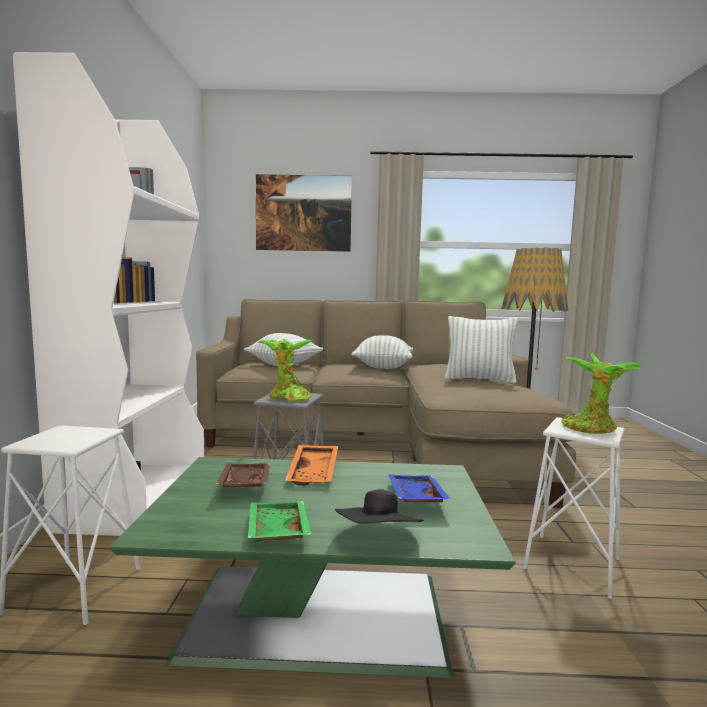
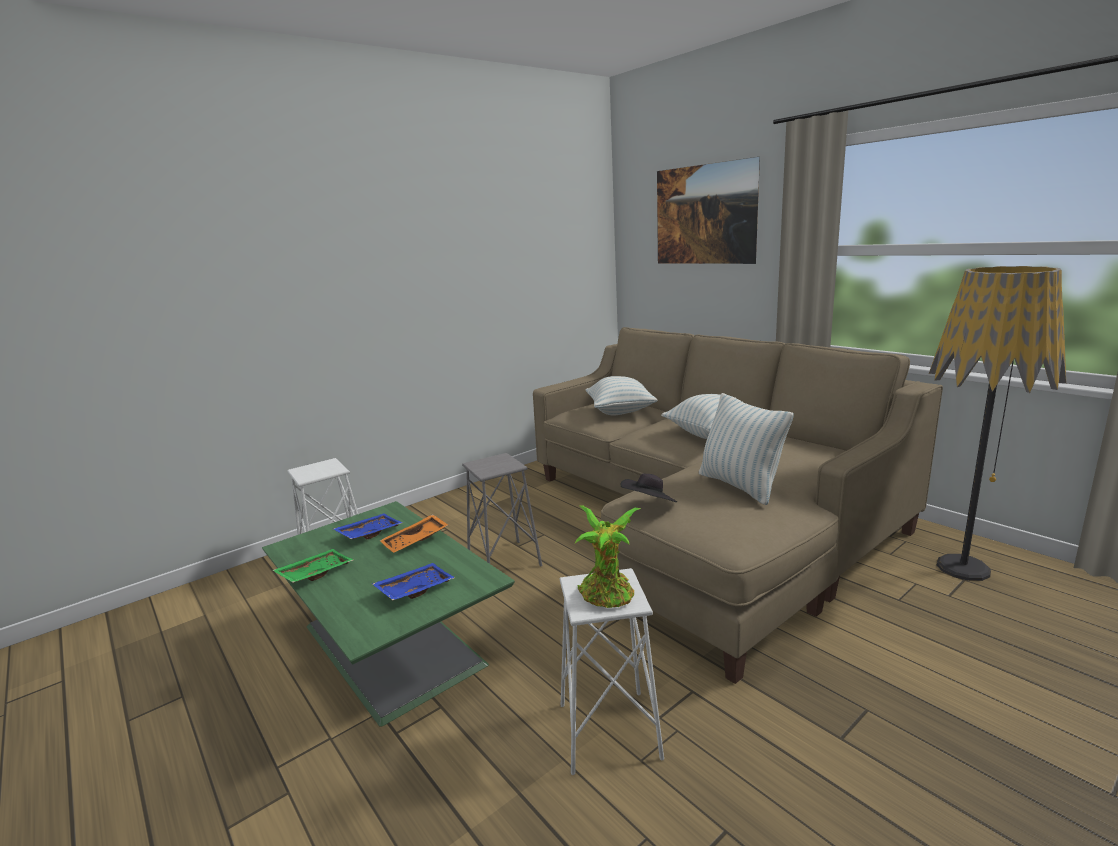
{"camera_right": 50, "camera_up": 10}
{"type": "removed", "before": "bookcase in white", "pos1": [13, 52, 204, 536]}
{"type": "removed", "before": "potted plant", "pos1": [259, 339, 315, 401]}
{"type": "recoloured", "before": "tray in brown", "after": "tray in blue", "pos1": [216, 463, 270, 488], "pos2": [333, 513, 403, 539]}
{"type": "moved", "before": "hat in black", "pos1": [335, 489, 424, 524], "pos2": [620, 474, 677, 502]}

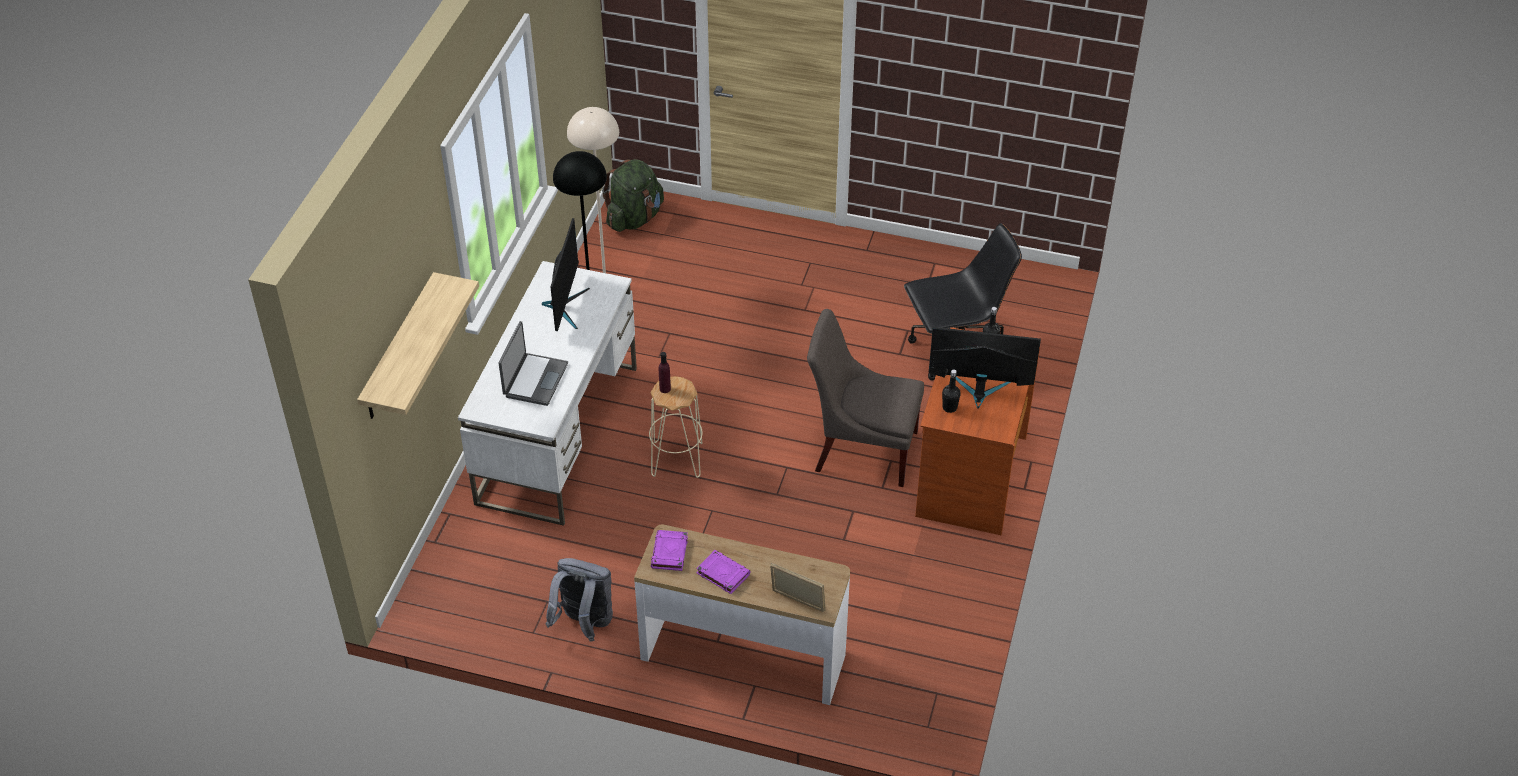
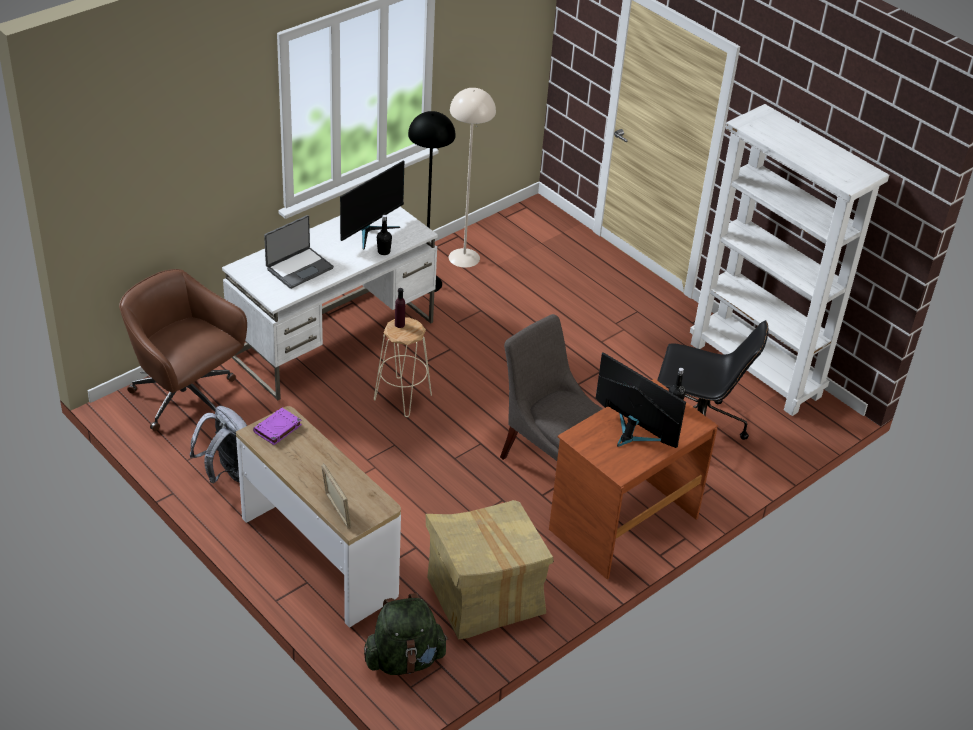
{"camera_right": 30, "camera_up": -5}
{"type": "moved", "before": "backpack in green", "pos1": [602, 159, 664, 232], "pos2": [364, 593, 448, 675]}
{"type": "removed", "before": "shelf", "pos1": [357, 272, 479, 419]}
{"type": "moved", "before": "bottle in black", "pos1": [942, 369, 961, 413], "pos2": [377, 215, 392, 255]}
{"type": "removed", "before": "book in purple", "pos1": [696, 550, 750, 594]}
{"type": "added", "after": "bookcase in white", "pos2": [690, 104, 889, 416]}
{"type": "added", "after": "office chair in brown", "pos2": [119, 269, 247, 431]}
{"type": "added", "after": "cardboard box", "pos2": [426, 500, 554, 639]}

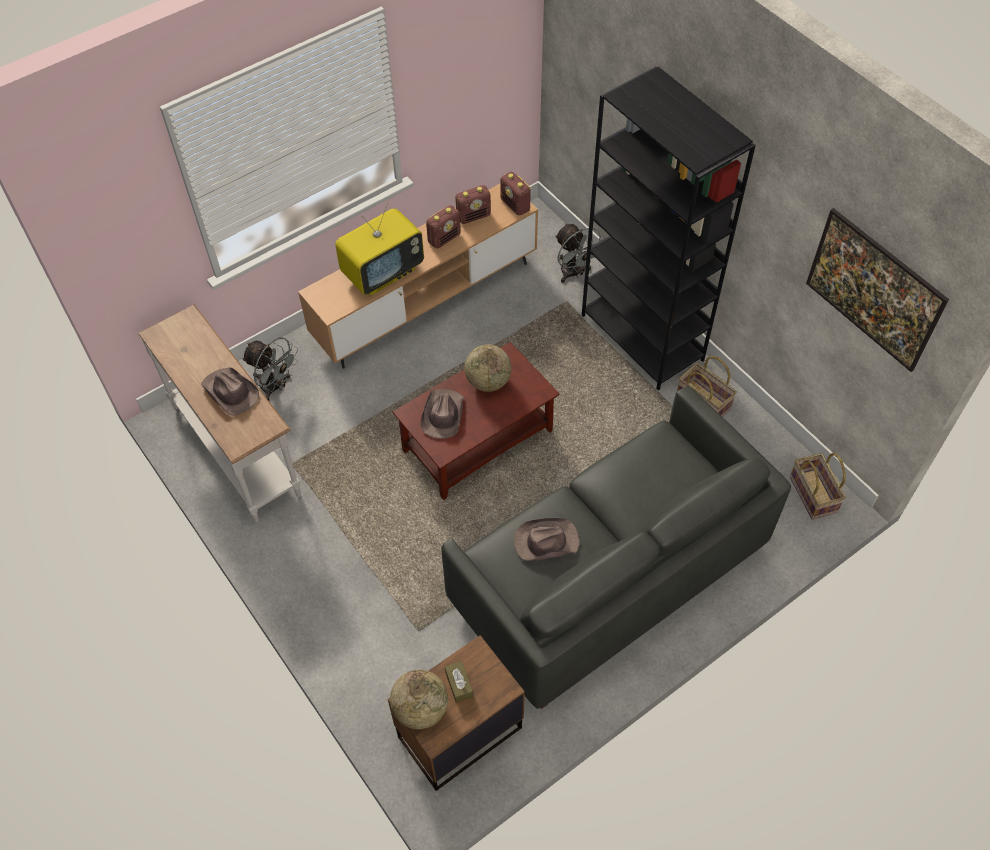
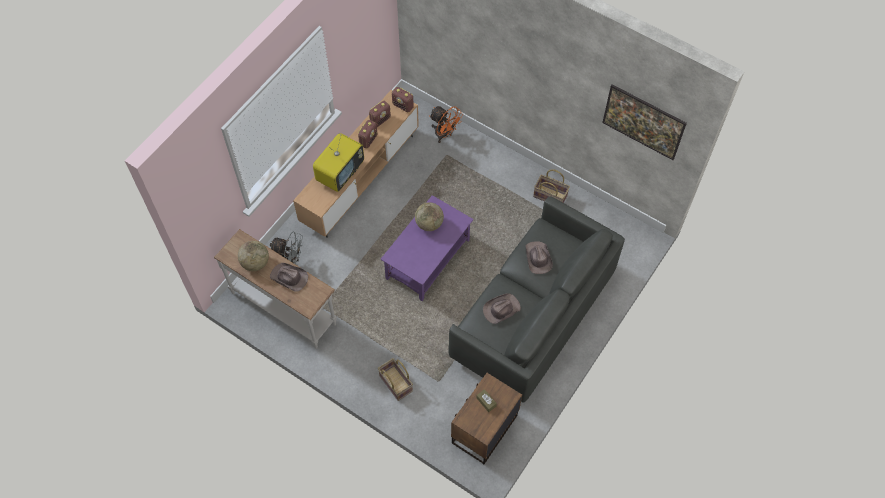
{"camera_right": -20, "camera_up": 5}
{"type": "removed", "before": "bookcase in black", "pos1": [582, 67, 756, 391]}
{"type": "recoloured", "before": "fan in grey", "after": "fan in orange", "pos1": [555, 223, 603, 283], "pos2": [430, 106, 463, 143]}
{"type": "recoloured", "before": "coffee table in brown", "after": "coffee table in purple", "pos1": [392, 342, 560, 500], "pos2": [381, 195, 474, 301]}
{"type": "moved", "before": "hat in brown", "pos1": [420, 389, 464, 439], "pos2": [525, 241, 553, 274]}
{"type": "moved", "before": "basket", "pos1": [790, 453, 846, 520], "pos2": [378, 358, 413, 401]}
{"type": "moved", "before": "globe", "pos1": [390, 670, 448, 729], "pos2": [238, 241, 269, 271]}

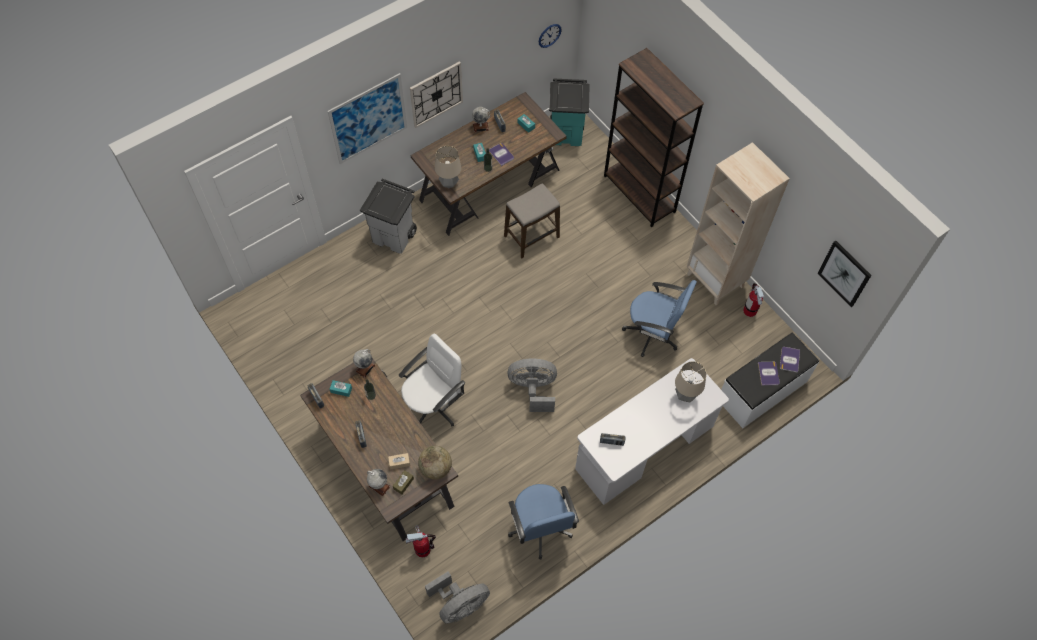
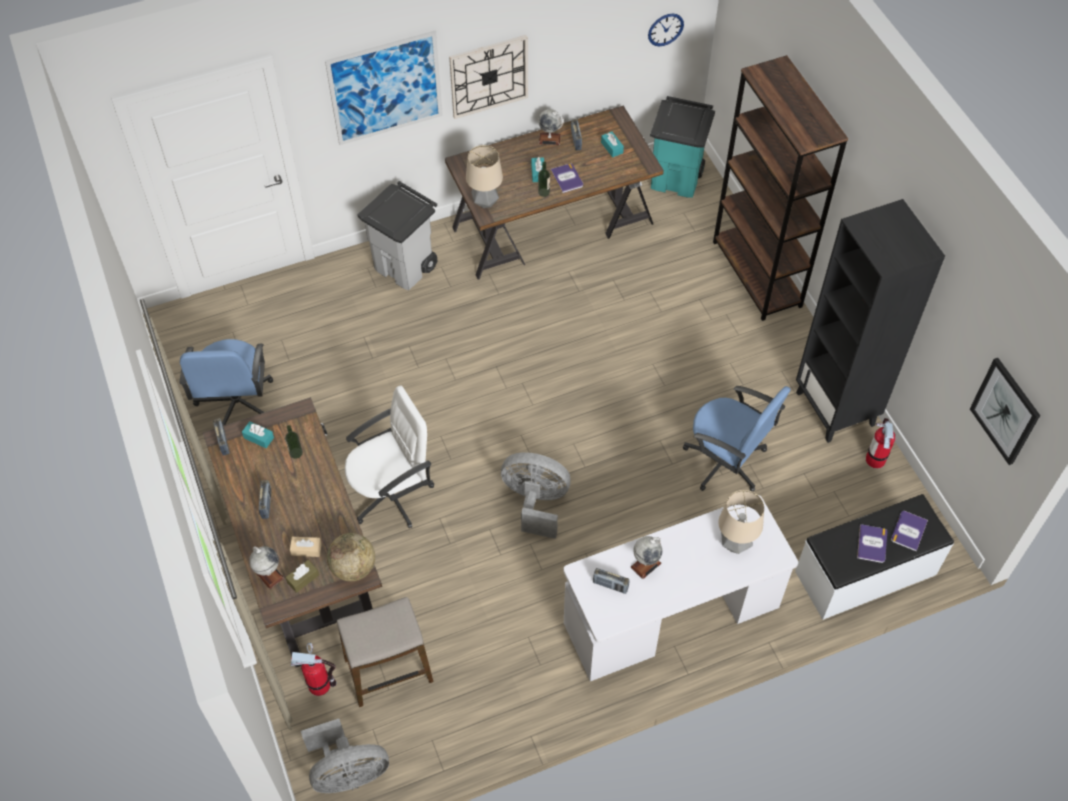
{"camera_right": 15, "camera_up": -5}
{"type": "recoloured", "before": "bookcase in beige", "after": "bookcase in black", "pos1": [687, 142, 790, 305], "pos2": [796, 199, 945, 443]}
{"type": "moved", "before": "stool", "pos1": [504, 183, 560, 258], "pos2": [337, 597, 433, 707]}
{"type": "moved", "before": "globe", "pos1": [353, 349, 375, 378], "pos2": [630, 536, 662, 579]}
{"type": "moved", "before": "office chair in blue", "pos1": [508, 484, 579, 559], "pos2": [180, 339, 273, 426]}

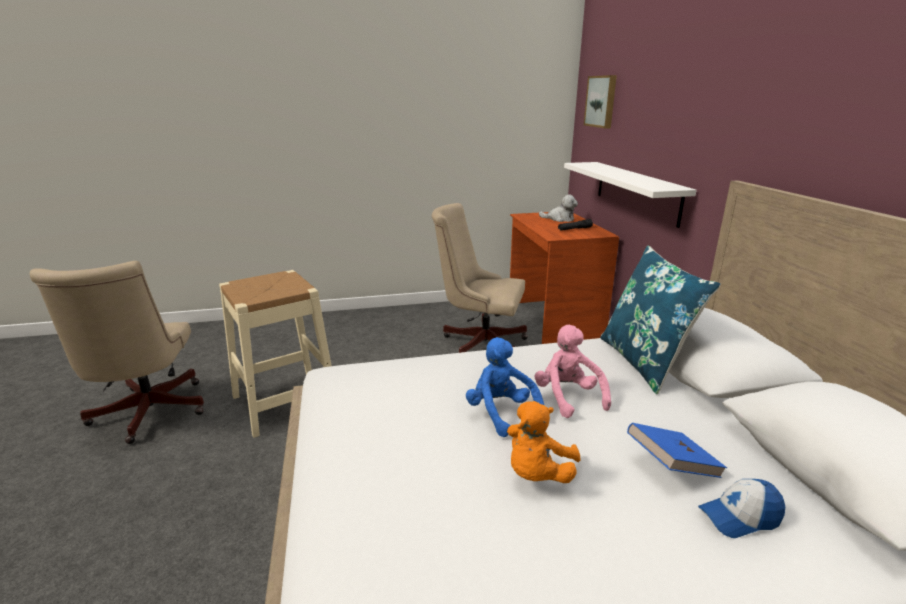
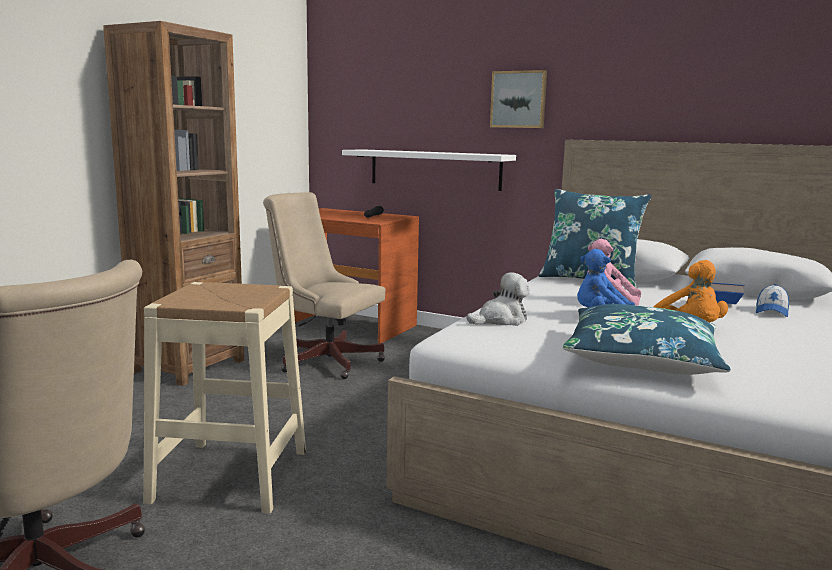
{"camera_right": -50, "camera_up": -10}
{"type": "moved", "before": "picture", "pos1": [584, 75, 617, 129], "pos2": [490, 70, 547, 128]}
{"type": "moved", "before": "plush toy", "pos1": [539, 194, 578, 222], "pos2": [466, 273, 530, 326]}
{"type": "turned", "before": "office chair in beige", "pos1": [432, 203, 528, 353], "pos2": [263, 192, 385, 379], "turn": 60}
{"type": "added", "after": "bookcase in brown", "pos2": [103, 21, 245, 386]}
{"type": "added", "after": "pillow in blue", "pos2": [563, 304, 731, 375]}

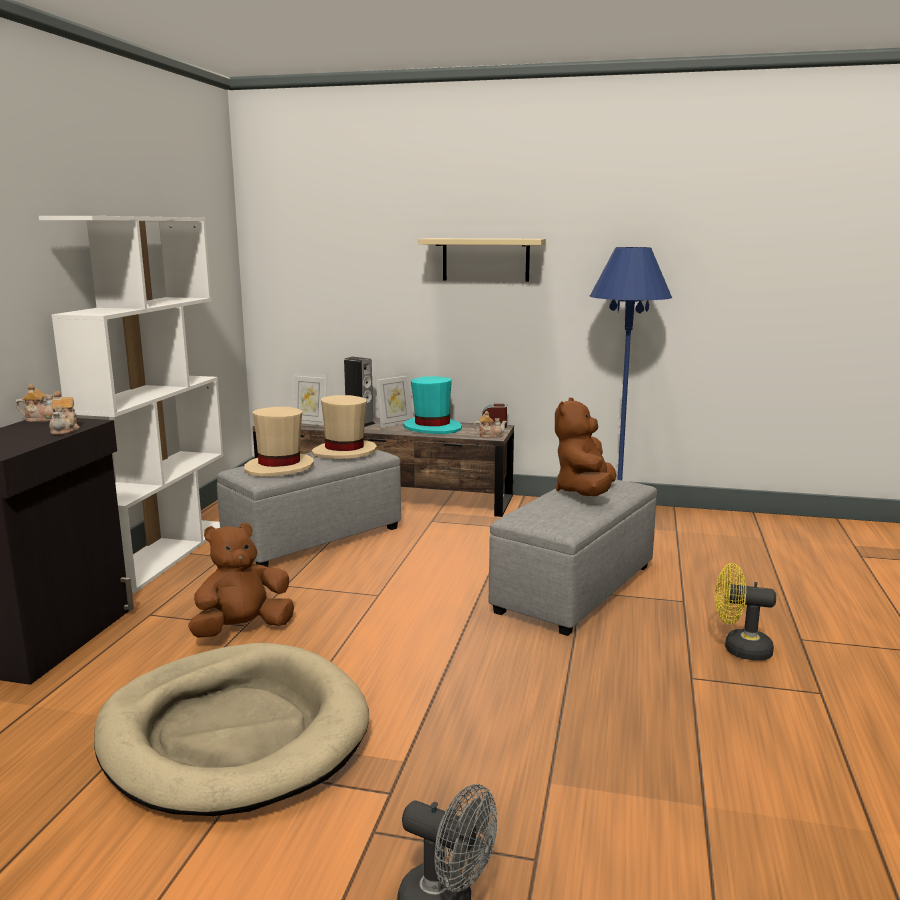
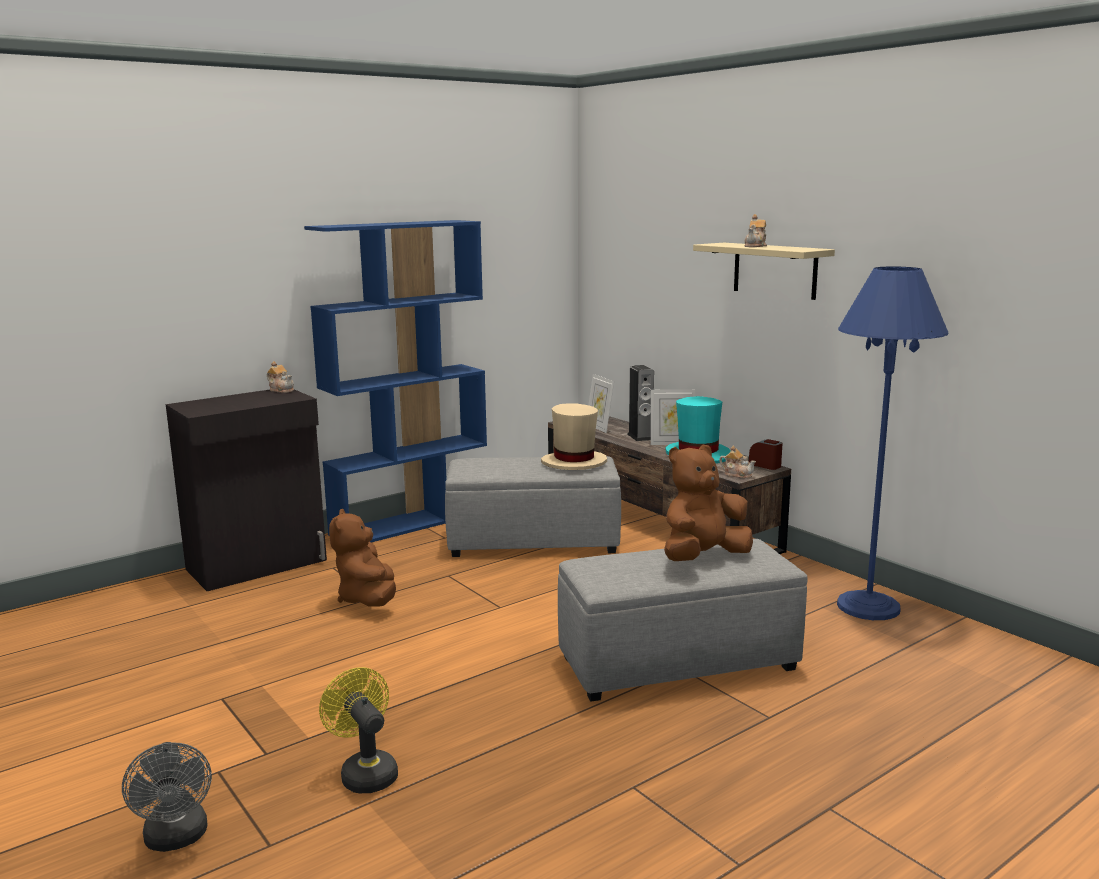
{"camera_right": 40, "camera_up": 0}
{"type": "recoloured", "before": "bookcase in white", "after": "bookcase in blue", "pos1": [39, 216, 223, 593], "pos2": [304, 220, 487, 542]}
{"type": "moved", "before": "teapot", "pos1": [49, 391, 80, 435], "pos2": [744, 214, 767, 247]}
{"type": "removed", "before": "hat in beige", "pos1": [244, 407, 314, 477]}
{"type": "turned", "before": "plush toy in brown", "pos1": [188, 523, 294, 638], "pos2": [329, 509, 396, 607], "turn": -105}
{"type": "moved", "before": "fan in yellow", "pos1": [715, 563, 776, 660], "pos2": [319, 667, 398, 793]}
{"type": "removed", "before": "dog bed in beige", "pos1": [94, 643, 369, 816]}

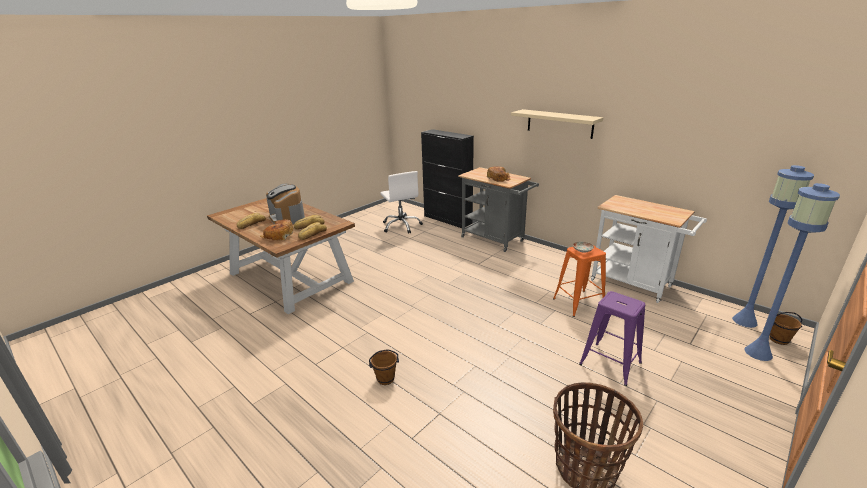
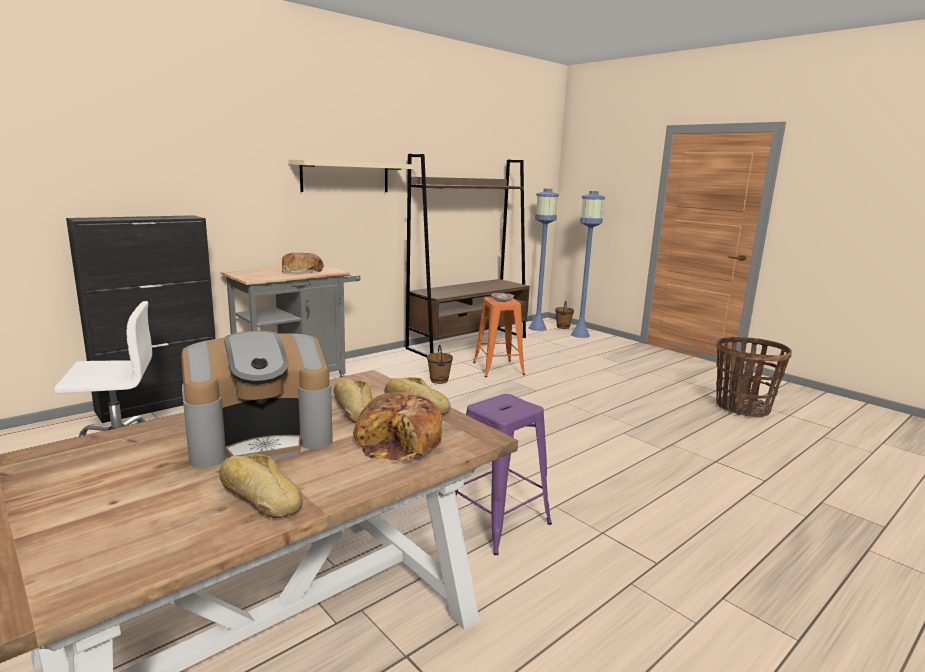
{"camera_right": -85, "camera_up": -10}
{"type": "replaced", "before": "cart in white", "after": "bookcase in brown", "pos1": [591, 195, 707, 303], "pos2": [406, 154, 530, 357]}
{"type": "moved", "before": "stool in purple", "pos1": [579, 291, 645, 386], "pos2": [455, 394, 552, 555]}
{"type": "moved", "before": "bucket in brown", "pos1": [369, 349, 399, 385], "pos2": [427, 345, 453, 384]}

